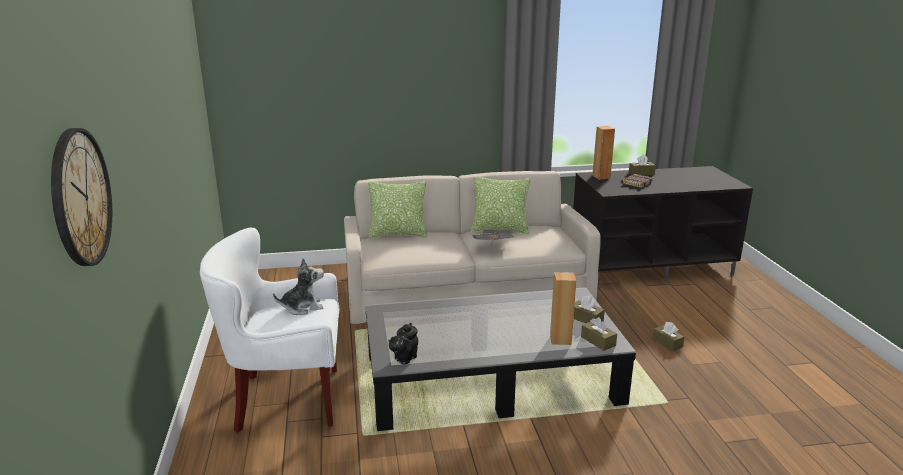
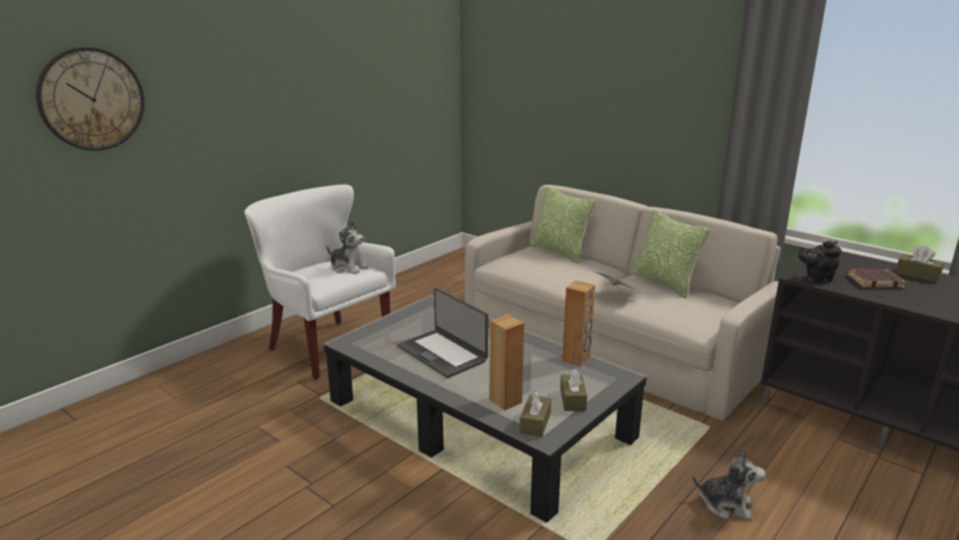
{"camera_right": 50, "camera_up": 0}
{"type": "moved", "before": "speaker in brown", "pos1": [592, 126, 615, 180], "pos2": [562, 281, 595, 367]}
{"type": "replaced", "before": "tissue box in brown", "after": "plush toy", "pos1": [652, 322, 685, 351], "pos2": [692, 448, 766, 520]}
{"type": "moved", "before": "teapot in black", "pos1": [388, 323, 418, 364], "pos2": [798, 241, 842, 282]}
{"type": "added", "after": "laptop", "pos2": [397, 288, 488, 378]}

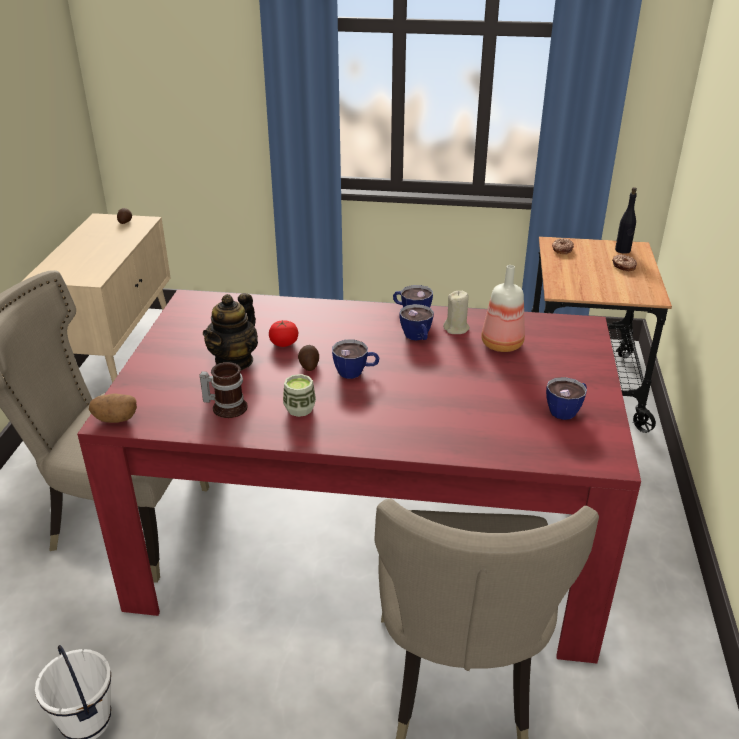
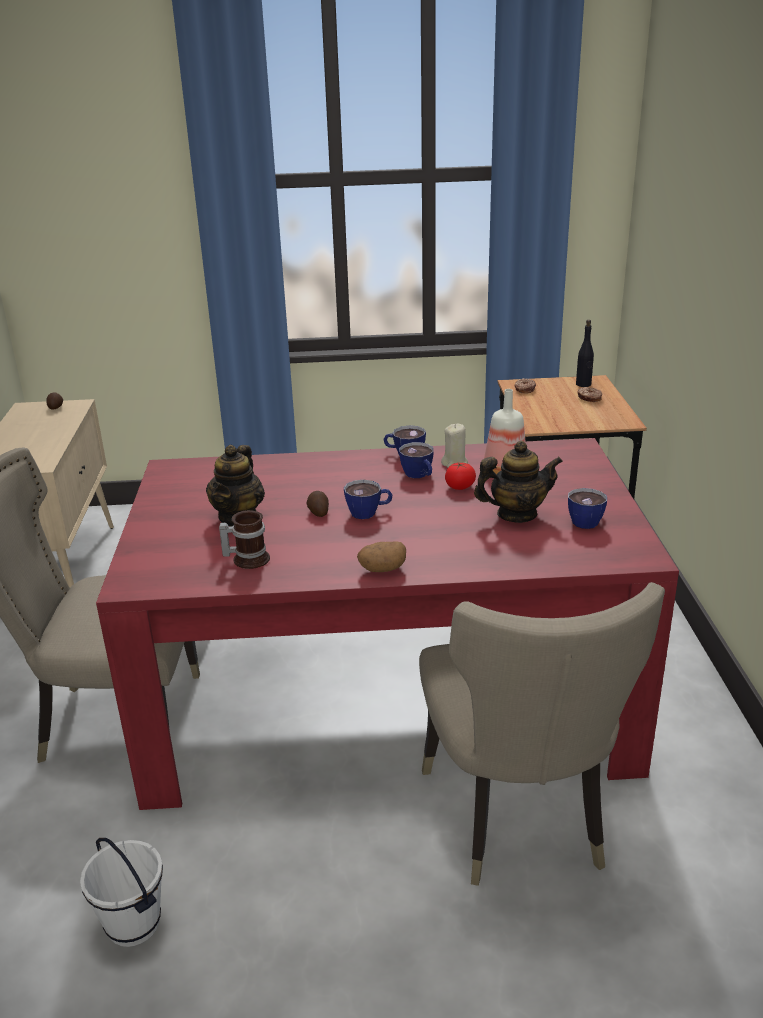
{"camera_right": -10, "camera_up": -5}
{"type": "moved", "before": "tomato", "pos1": [269, 320, 298, 347], "pos2": [445, 463, 476, 490]}
{"type": "removed", "before": "cup", "pos1": [283, 374, 316, 417]}
{"type": "moved", "before": "potato", "pos1": [89, 393, 137, 423], "pos2": [357, 541, 406, 572]}
{"type": "added", "after": "teapot", "pos2": [474, 441, 563, 523]}

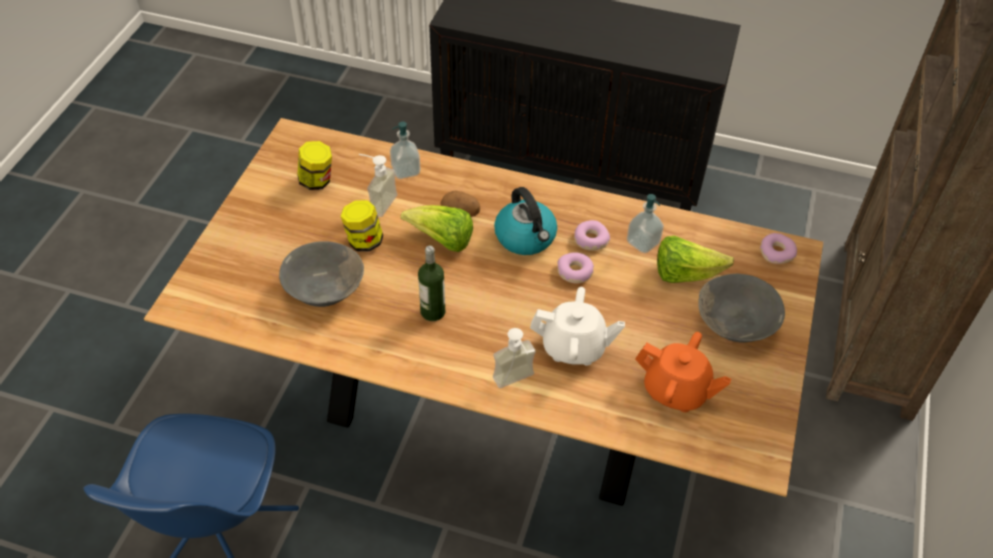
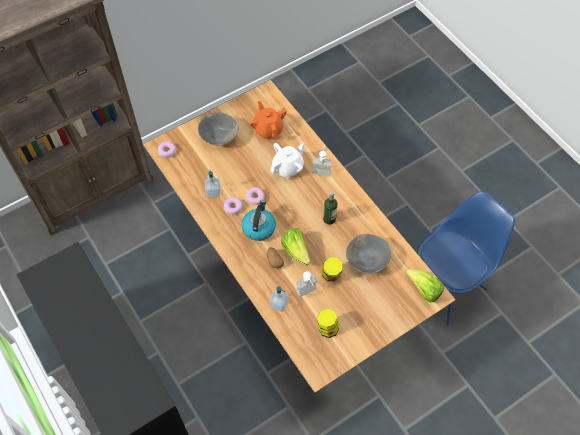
{"camera_right": -140, "camera_up": 10}
{"type": "moved", "before": "lettuce", "pos1": [657, 235, 734, 283], "pos2": [405, 269, 444, 302]}
{"type": "turned", "before": "teapot in white", "pos1": [530, 287, 625, 366], "pos2": [270, 142, 305, 178], "turn": 90}

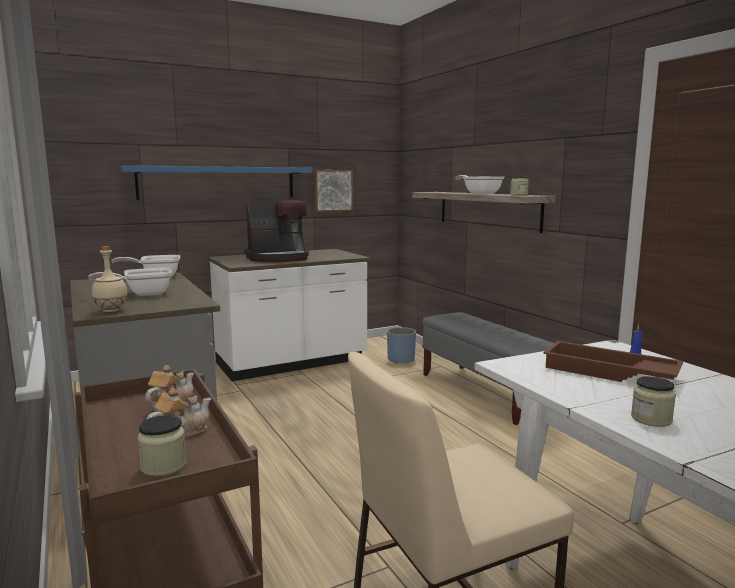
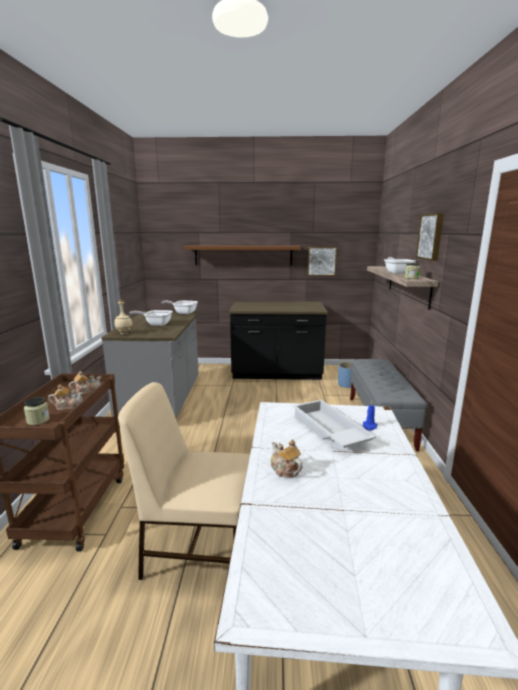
{"camera_right": 30, "camera_up": 5}
{"type": "recoloured", "before": "shelf in blue", "after": "shelf in brown", "pos1": [120, 166, 312, 200], "pos2": [184, 246, 301, 265]}
{"type": "removed", "before": "coffee machine", "pos1": [244, 200, 309, 262]}
{"type": "recoloured", "before": "counter in white", "after": "counter in black", "pos1": [208, 249, 370, 381], "pos2": [229, 301, 328, 380]}
{"type": "recoloured", "before": "tray in brown", "after": "tray in white", "pos1": [543, 341, 683, 382], "pos2": [293, 400, 376, 448]}
{"type": "replaced", "before": "jar", "after": "teapot", "pos1": [631, 376, 676, 427], "pos2": [271, 440, 303, 478]}
{"type": "added", "after": "picture", "pos2": [416, 213, 444, 261]}

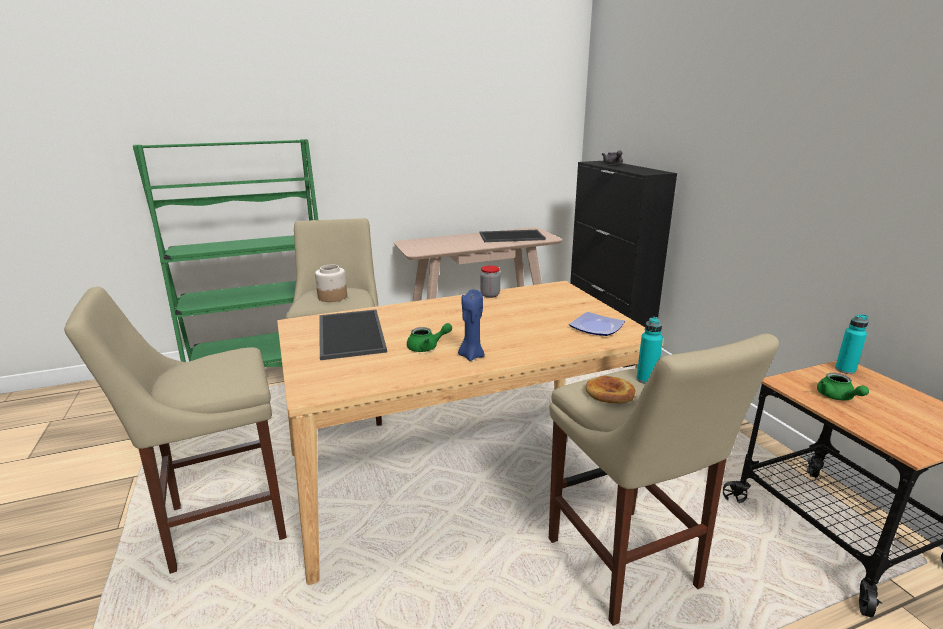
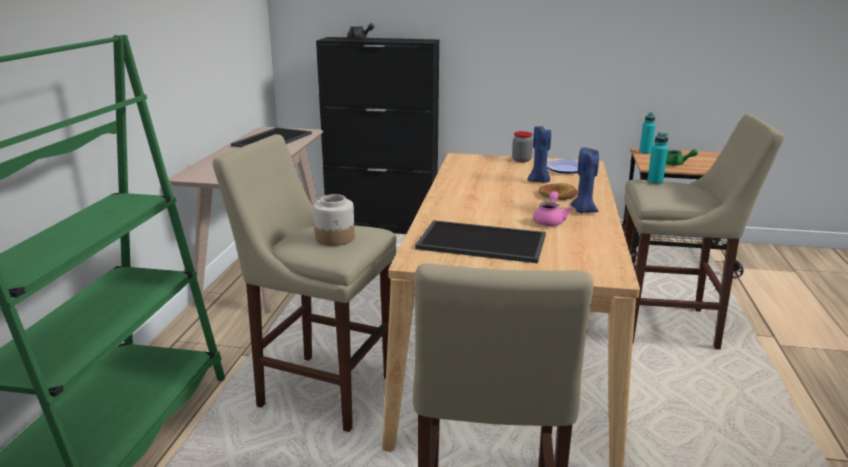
{"camera_right": -60, "camera_up": 0}
{"type": "moved", "before": "jar", "pos1": [480, 266, 500, 298], "pos2": [512, 131, 533, 162]}
{"type": "recoloured", "before": "teapot in green", "after": "teapot in pink", "pos1": [407, 323, 452, 352], "pos2": [533, 191, 572, 226]}
{"type": "moved", "before": "bread", "pos1": [586, 376, 635, 403], "pos2": [539, 183, 578, 200]}
{"type": "added", "after": "candle in blue", "pos2": [527, 126, 551, 183]}

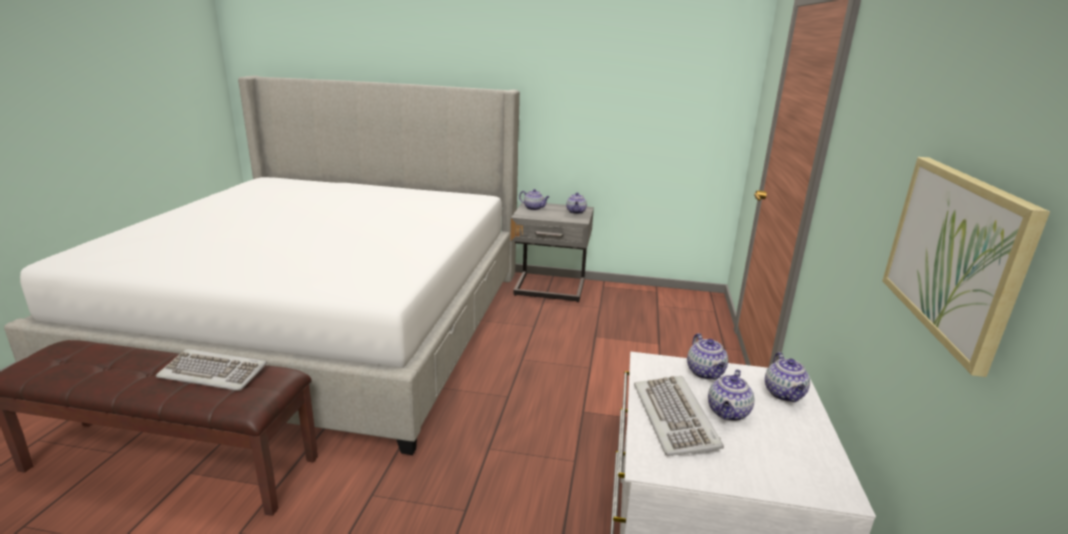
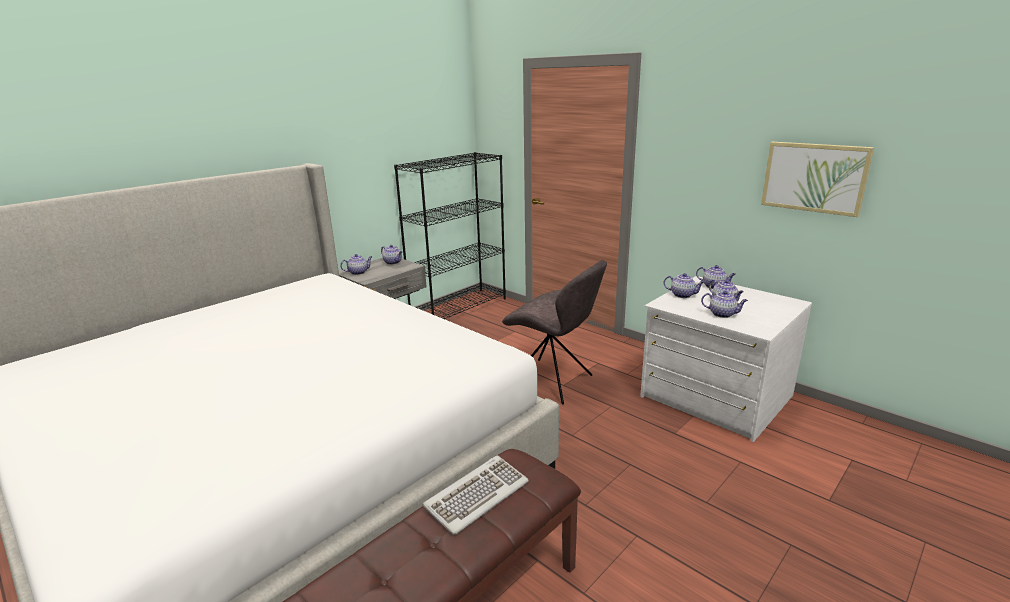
{"camera_right": -55, "camera_up": 0}
{"type": "replaced", "before": "keyboard", "after": "teapot", "pos1": [634, 376, 724, 456], "pos2": [701, 291, 748, 318]}
{"type": "added", "after": "bookcase in black", "pos2": [394, 152, 506, 319]}
{"type": "added", "after": "chair in grey", "pos2": [502, 260, 607, 404]}

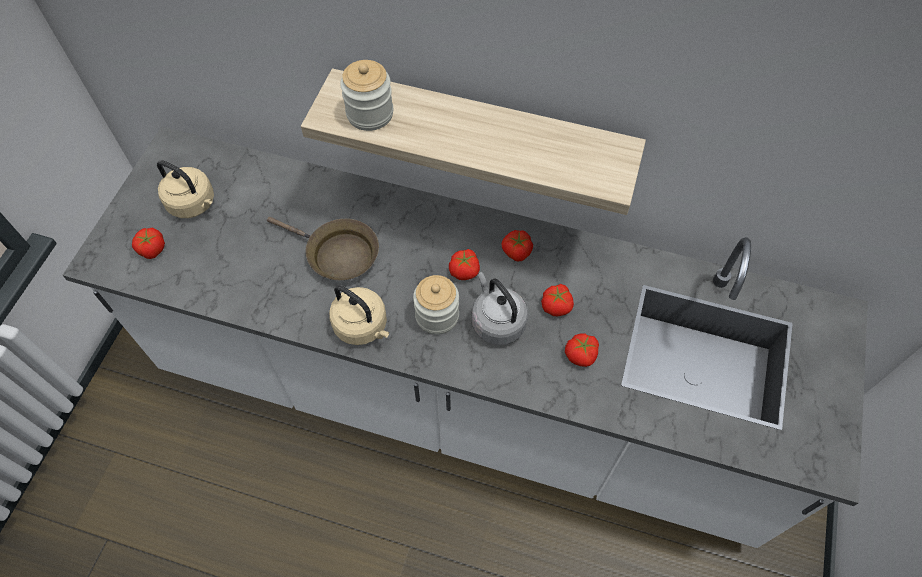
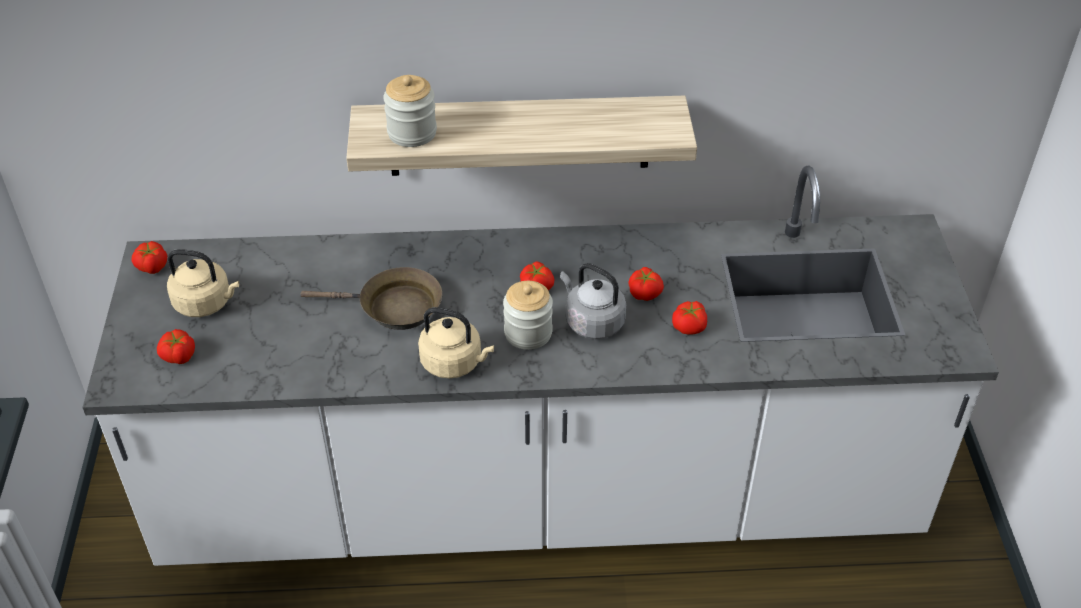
{"camera_right": -20, "camera_up": -15}
{"type": "moved", "before": "tomato", "pos1": [501, 230, 533, 261], "pos2": [131, 241, 167, 274]}

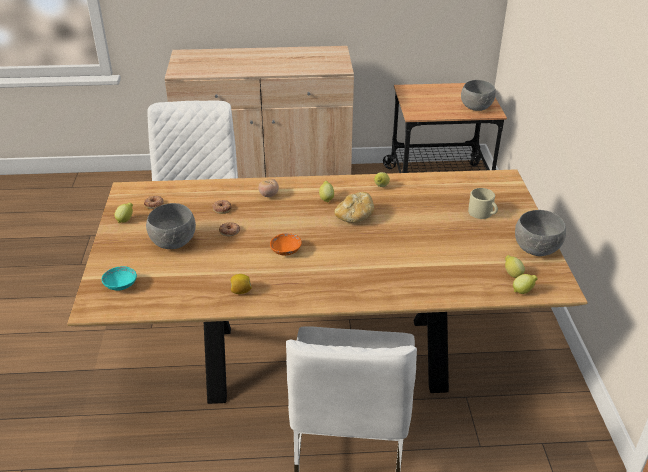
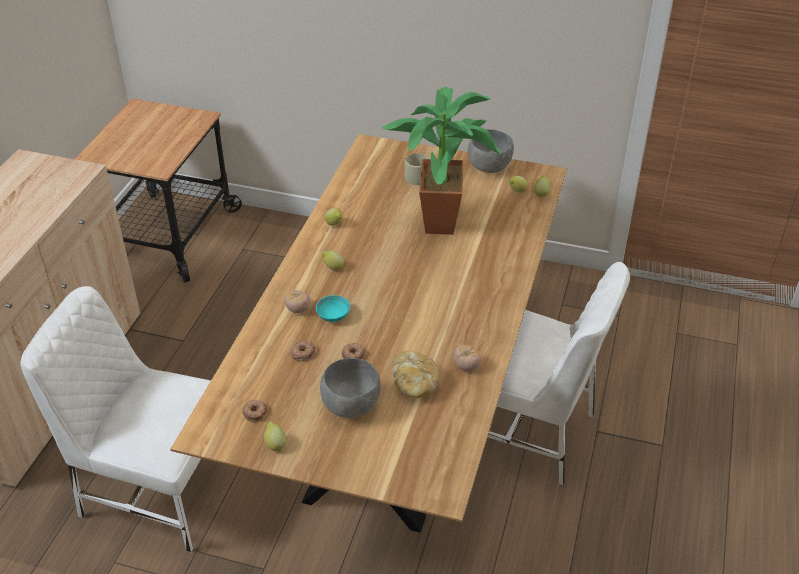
{"camera_right": -70, "camera_up": 5}
{"type": "removed", "before": "bowl in grey", "pos1": [461, 80, 496, 111]}
{"type": "moved", "before": "bread", "pos1": [334, 192, 374, 223], "pos2": [392, 351, 441, 398]}
{"type": "removed", "before": "bowl in orange", "pos1": [270, 233, 302, 256]}
{"type": "moved", "before": "bowl in turquoise", "pos1": [101, 266, 137, 291], "pos2": [316, 295, 350, 322]}
{"type": "replaced", "before": "lemon", "after": "tomato", "pos1": [231, 274, 252, 294], "pos2": [453, 345, 481, 371]}
{"type": "added", "after": "potted plant", "pos2": [381, 87, 502, 235]}

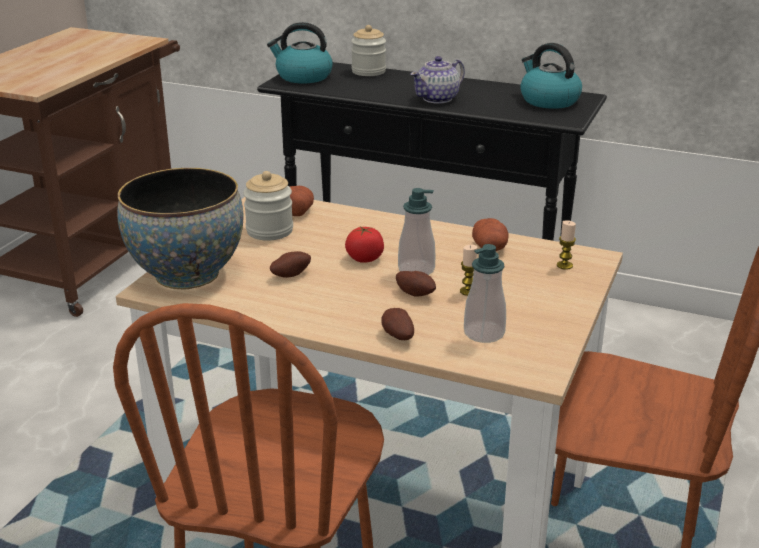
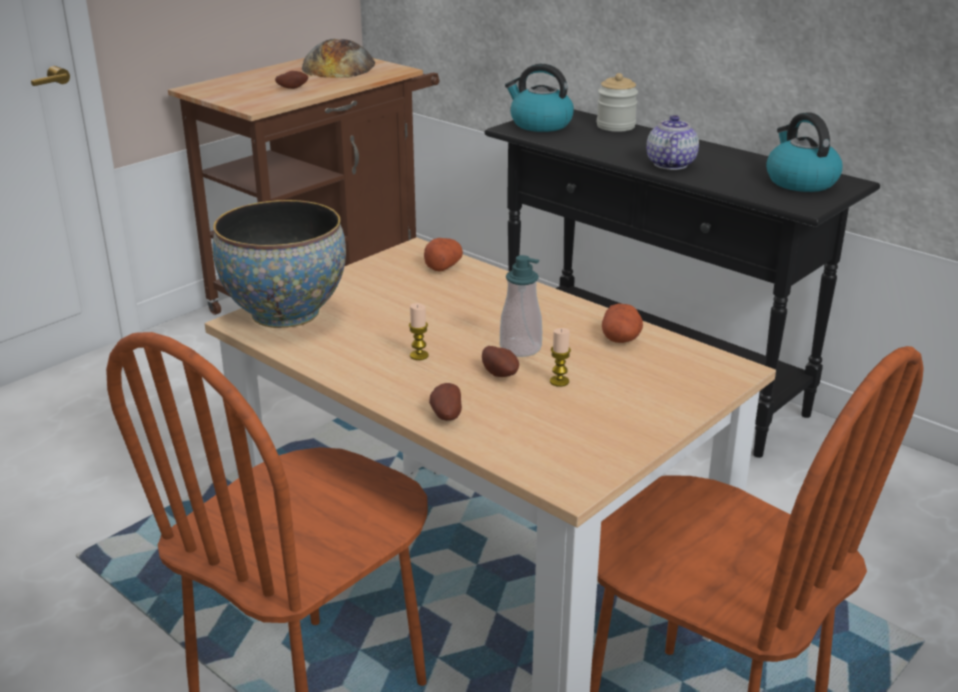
{"camera_right": 20, "camera_up": 0}
{"type": "turned", "before": "teapot", "pos1": [410, 56, 465, 104], "pos2": [646, 115, 699, 170], "turn": 120}
{"type": "removed", "before": "jar", "pos1": [243, 171, 293, 241]}
{"type": "moved", "before": "candle", "pos1": [557, 220, 576, 270], "pos2": [409, 303, 429, 360]}
{"type": "removed", "before": "tomato", "pos1": [345, 227, 384, 263]}
{"type": "removed", "before": "soap dispenser", "pos1": [464, 244, 506, 343]}
{"type": "moved", "before": "potato", "pos1": [270, 251, 311, 278], "pos2": [275, 71, 308, 89]}
{"type": "added", "after": "bread", "pos2": [302, 39, 375, 78]}

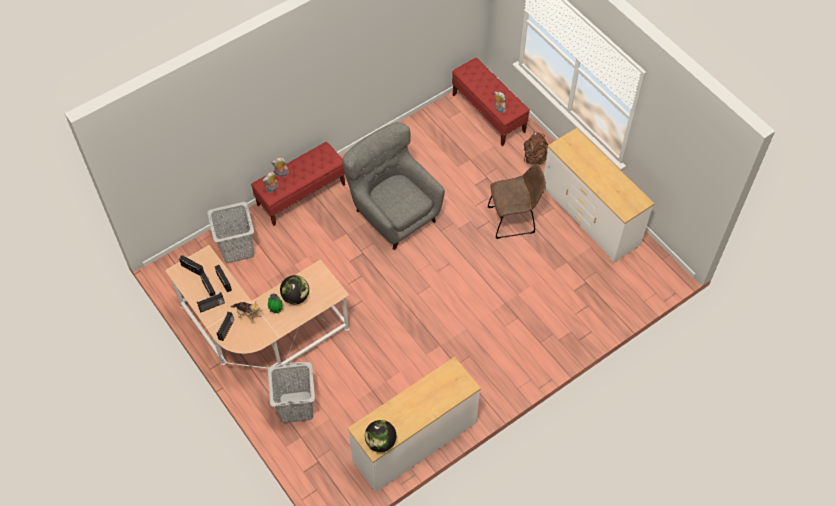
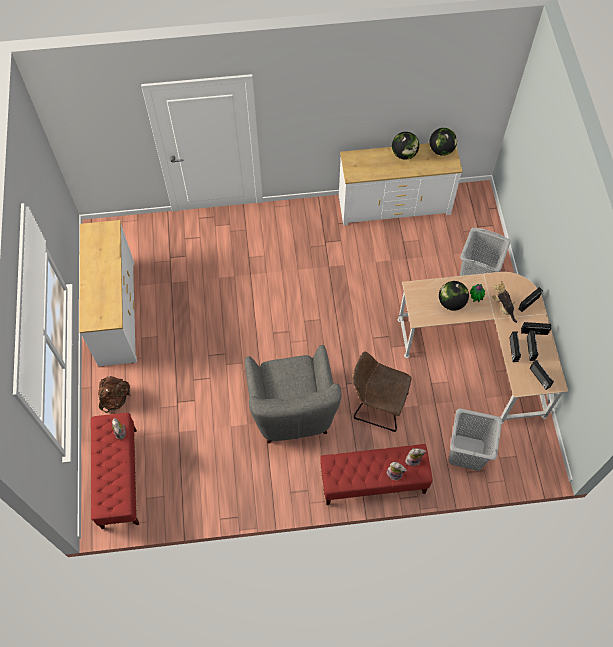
{"camera_right": -150, "camera_up": 5}
{"type": "moved", "before": "chair in brown", "pos1": [488, 163, 546, 239], "pos2": [352, 351, 412, 432]}
{"type": "added", "after": "globe", "pos2": [392, 132, 419, 160]}

